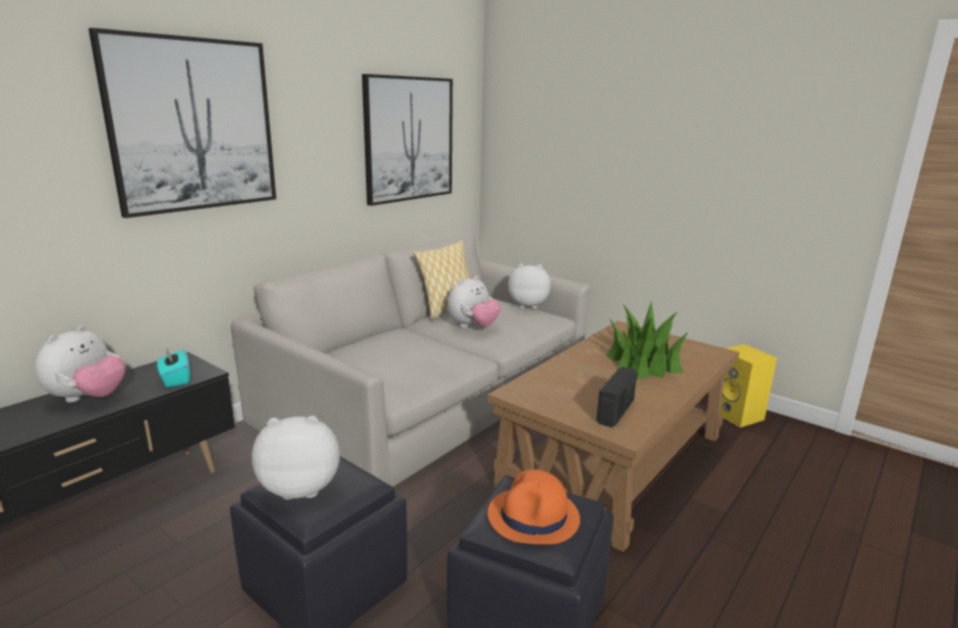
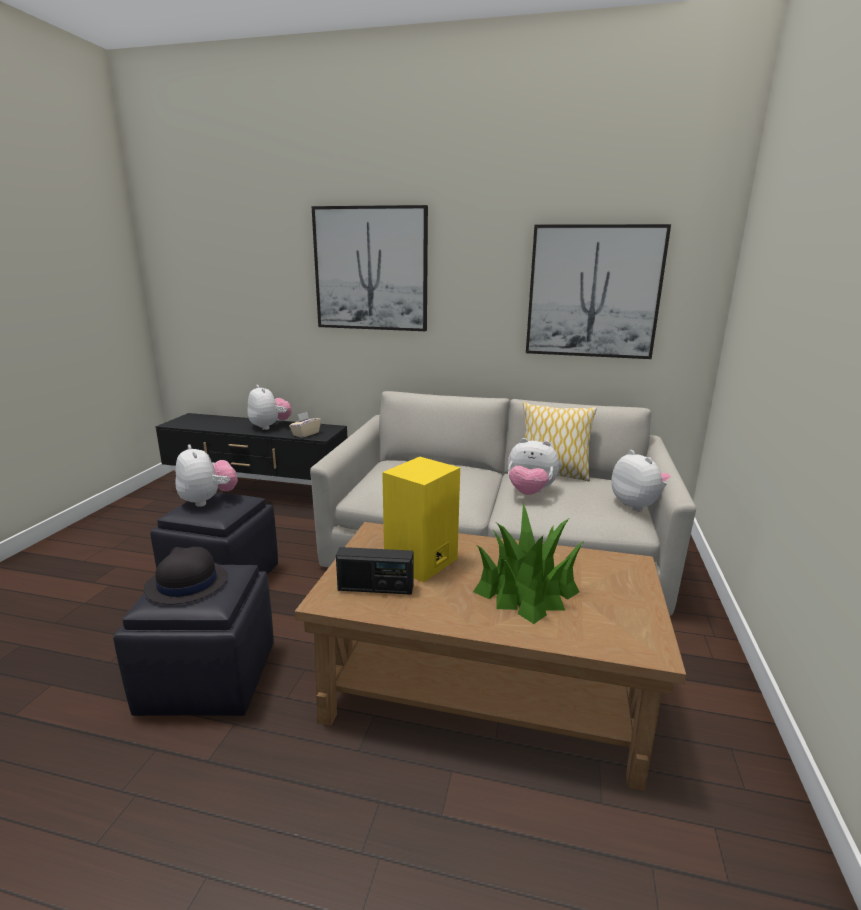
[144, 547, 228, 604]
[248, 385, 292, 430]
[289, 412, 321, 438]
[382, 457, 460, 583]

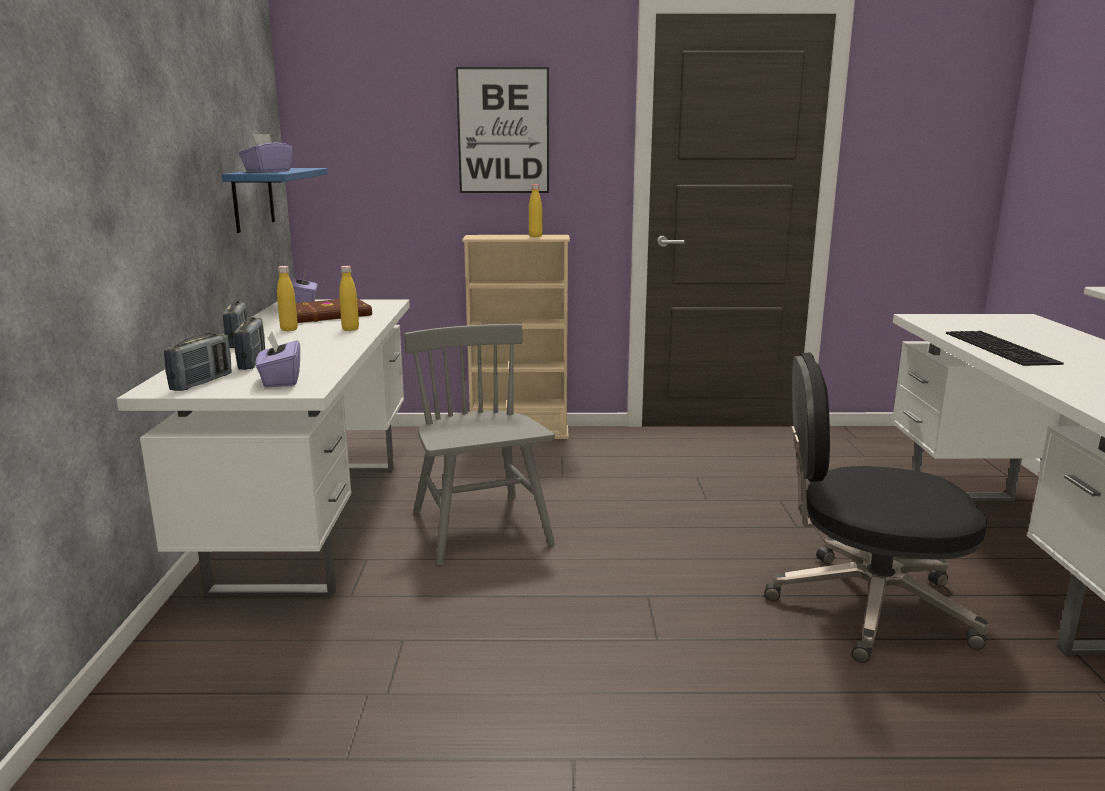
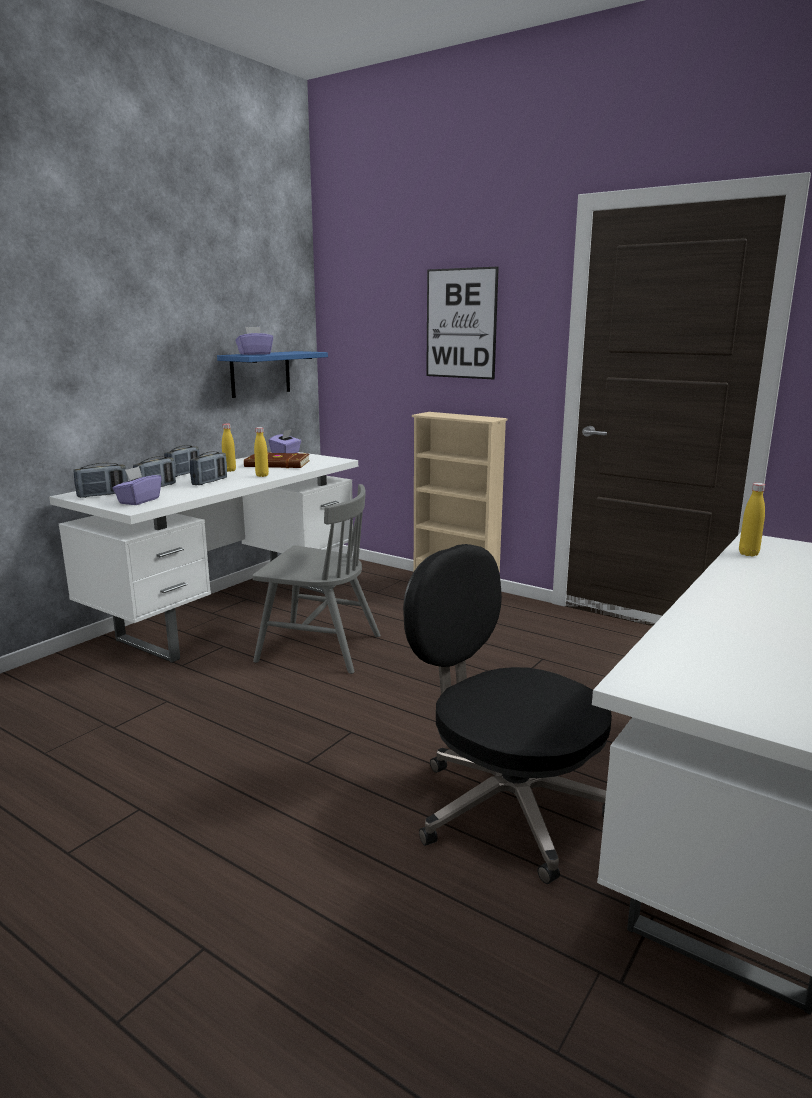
[190, 451, 227, 485]
[253, 484, 381, 674]
[739, 483, 765, 556]
[946, 331, 1064, 366] (first image)

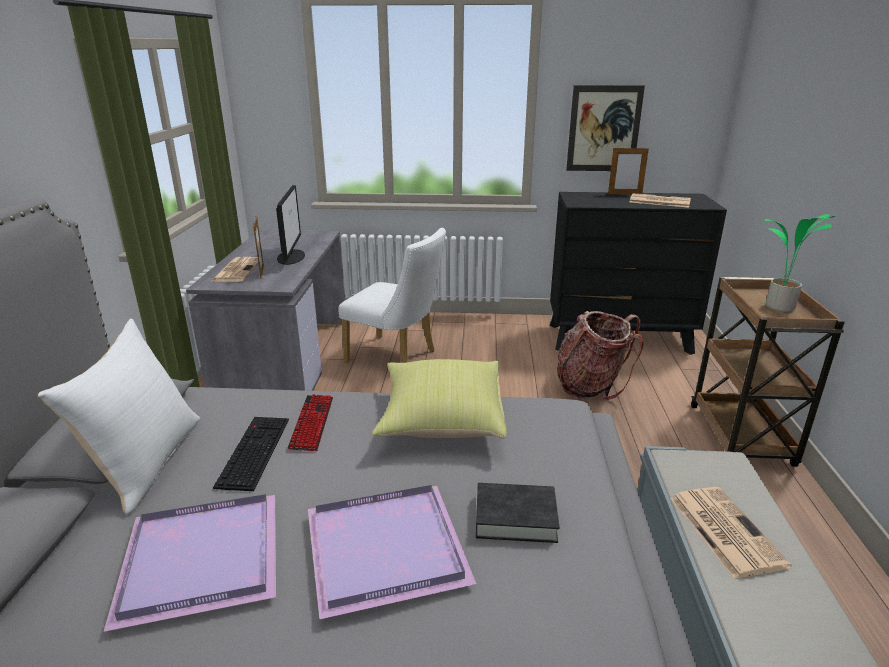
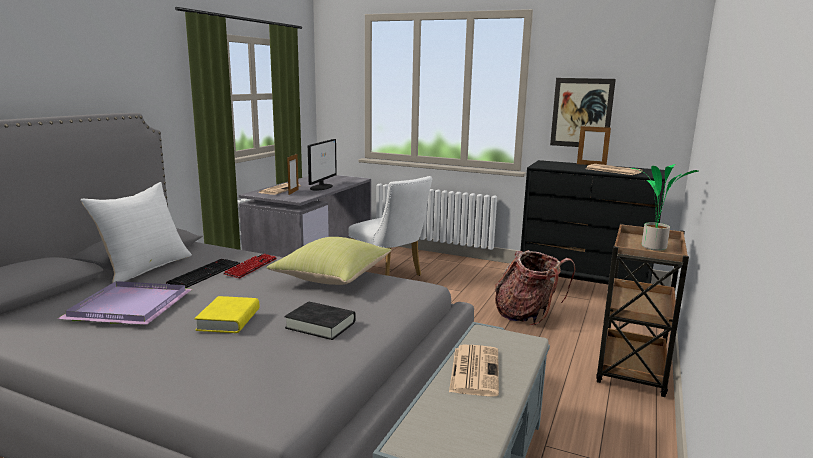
[194, 296, 259, 333]

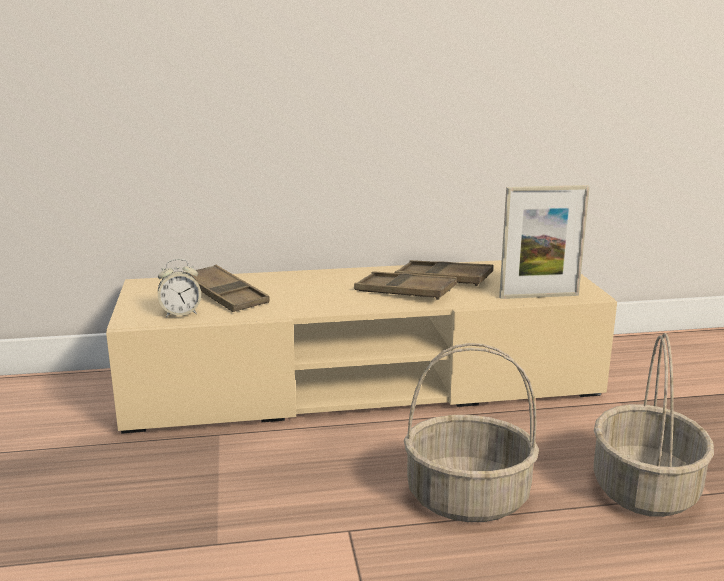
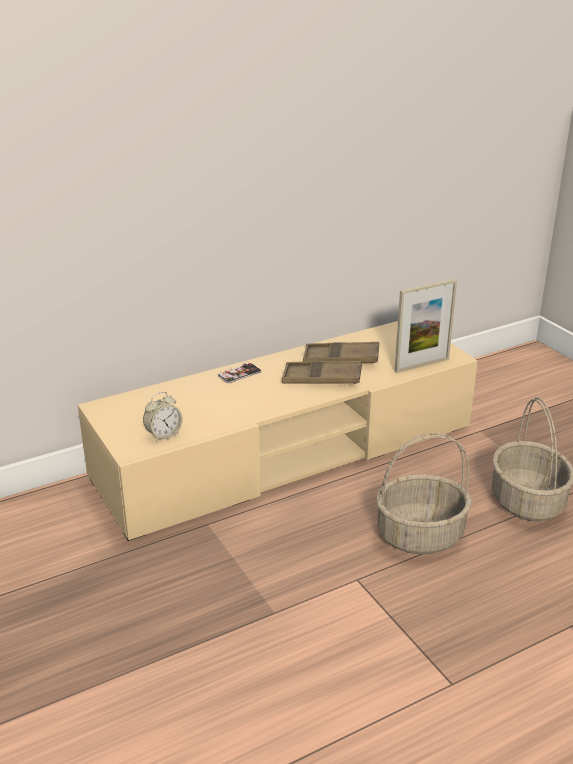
[218, 363, 262, 383]
[185, 265, 269, 312] (first image)

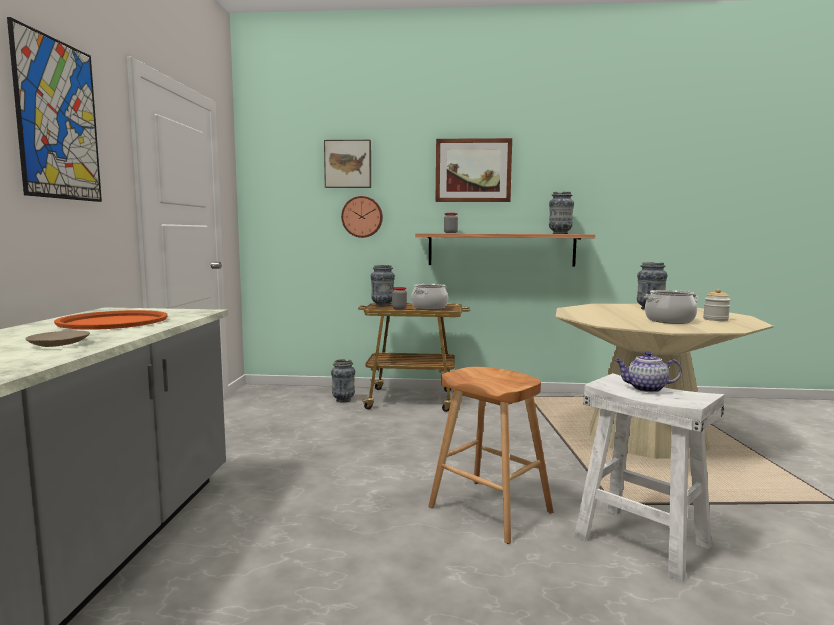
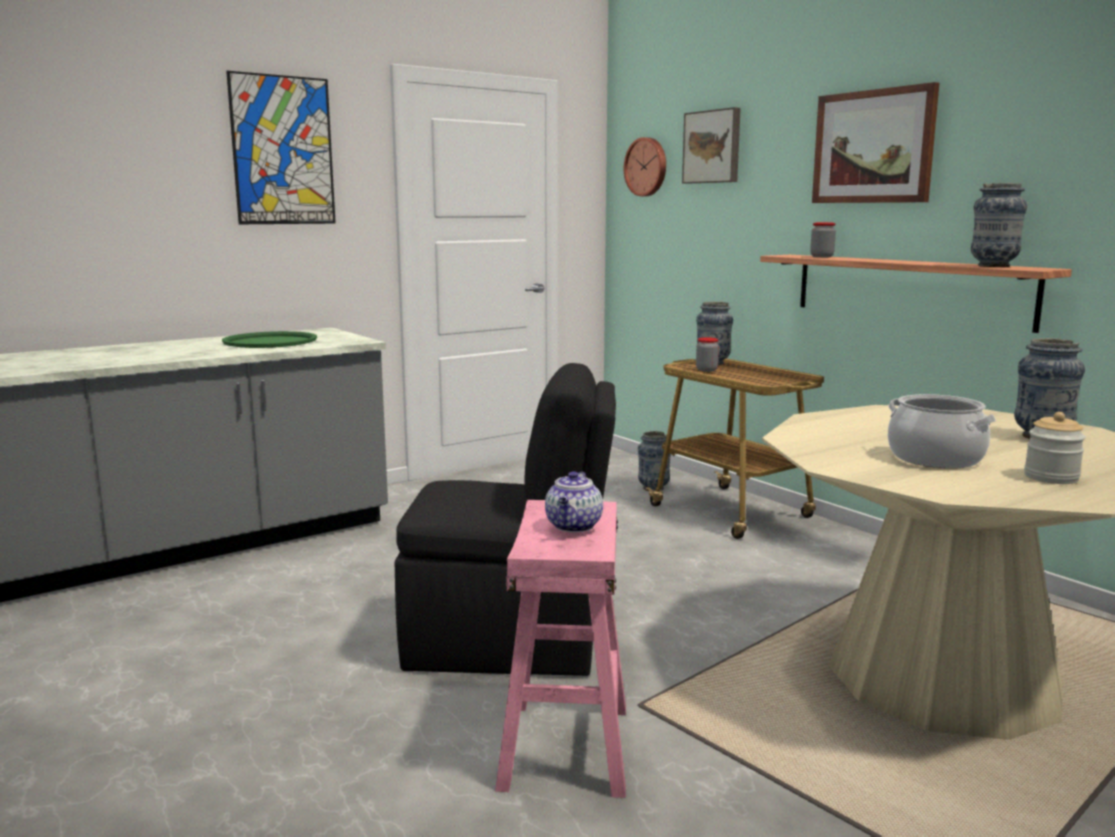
[222, 331, 317, 348]
[395, 363, 616, 676]
[495, 500, 626, 798]
[545, 471, 603, 532]
[624, 137, 666, 196]
[25, 331, 90, 347] (first image)
[411, 284, 448, 310] (first image)

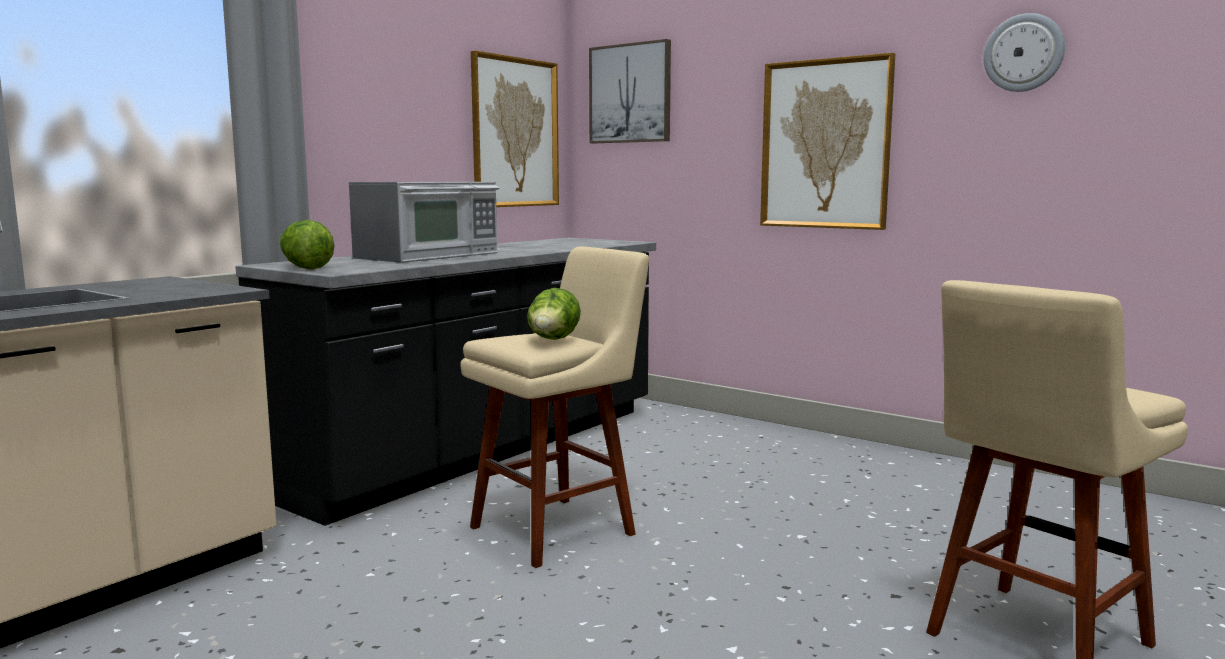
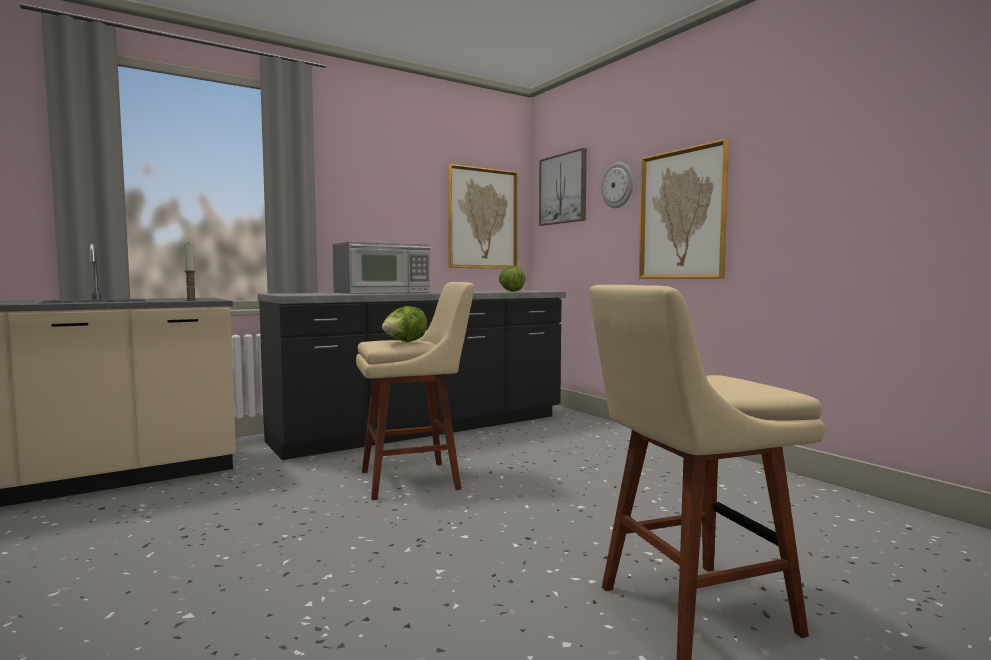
[184, 244, 197, 301]
[499, 266, 525, 292]
[601, 162, 633, 208]

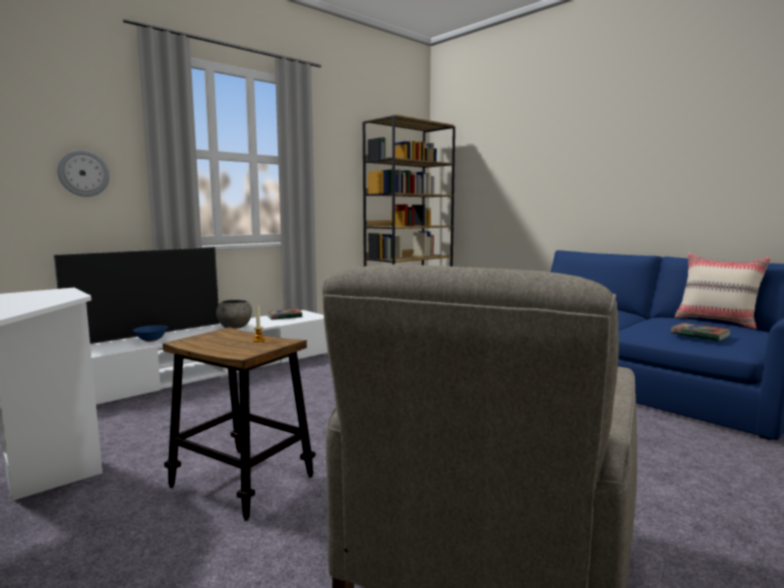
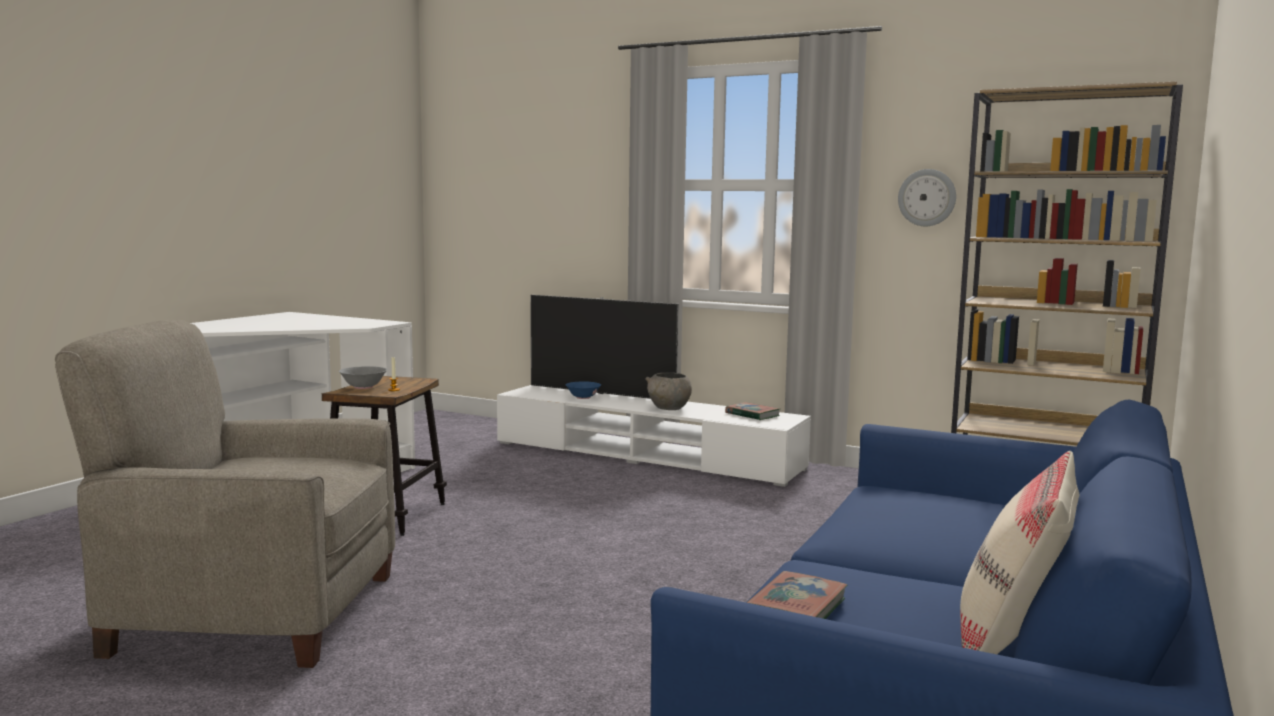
[338, 366, 387, 389]
[898, 169, 956, 226]

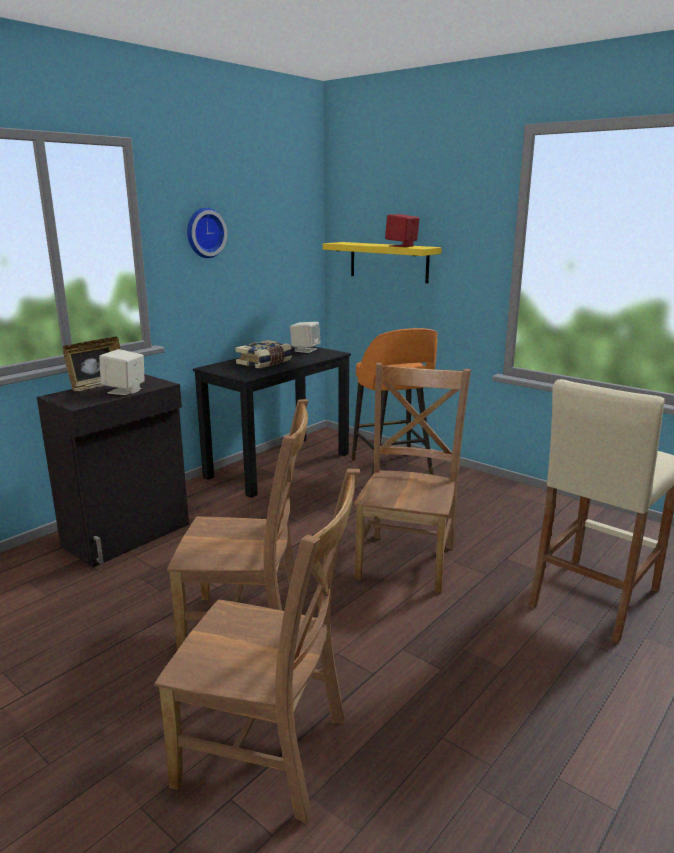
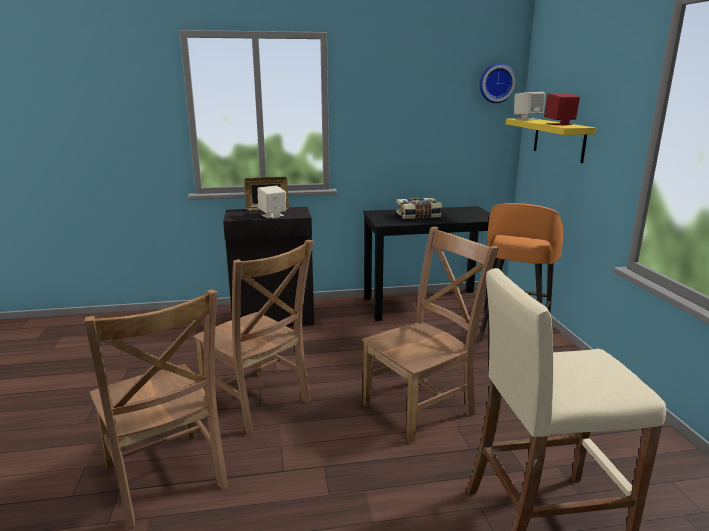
[479, 63, 516, 103]
[514, 92, 545, 120]

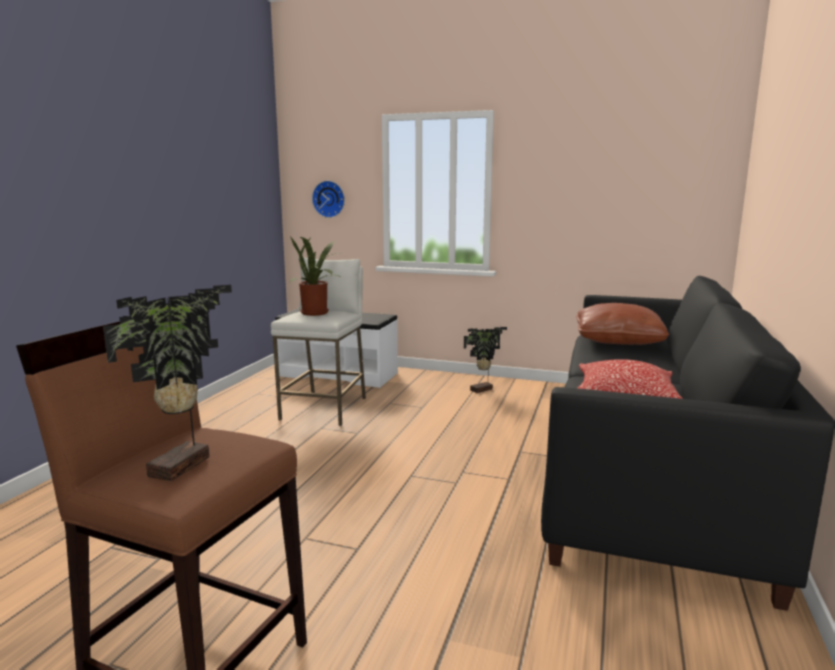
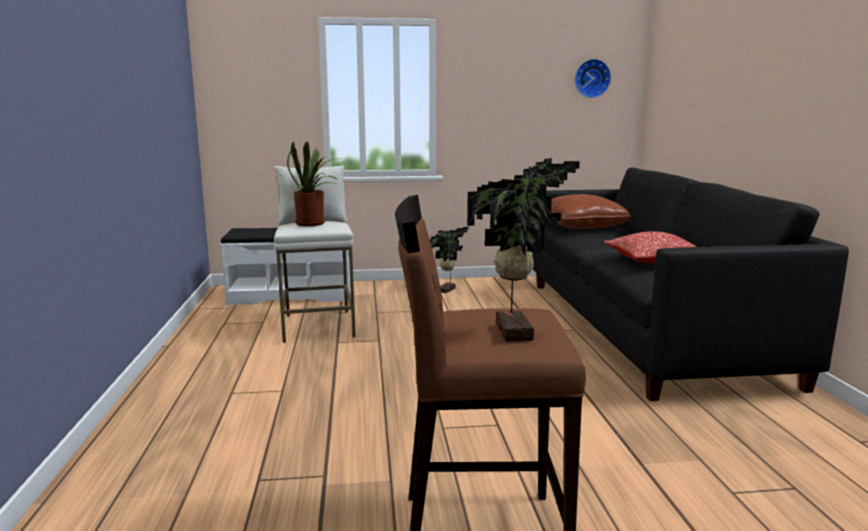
[575, 59, 611, 98]

